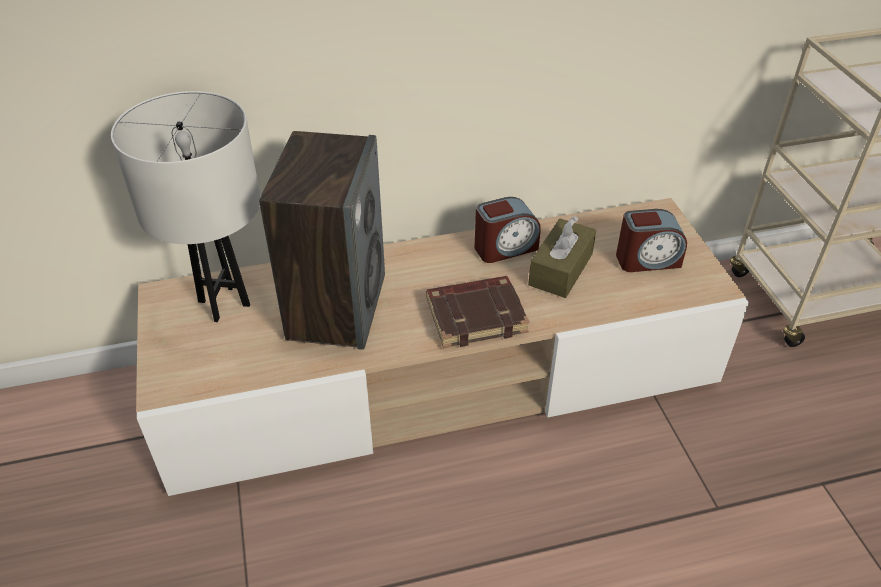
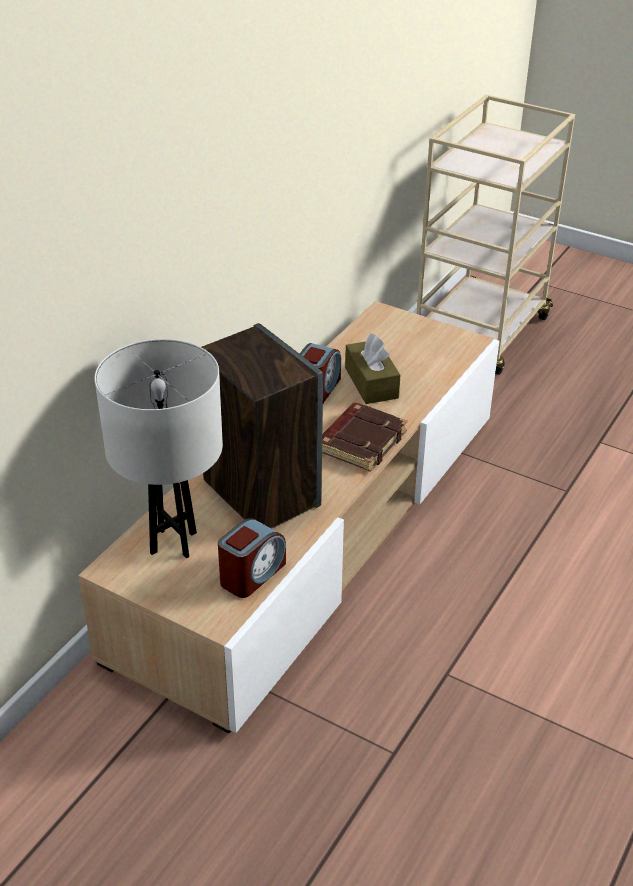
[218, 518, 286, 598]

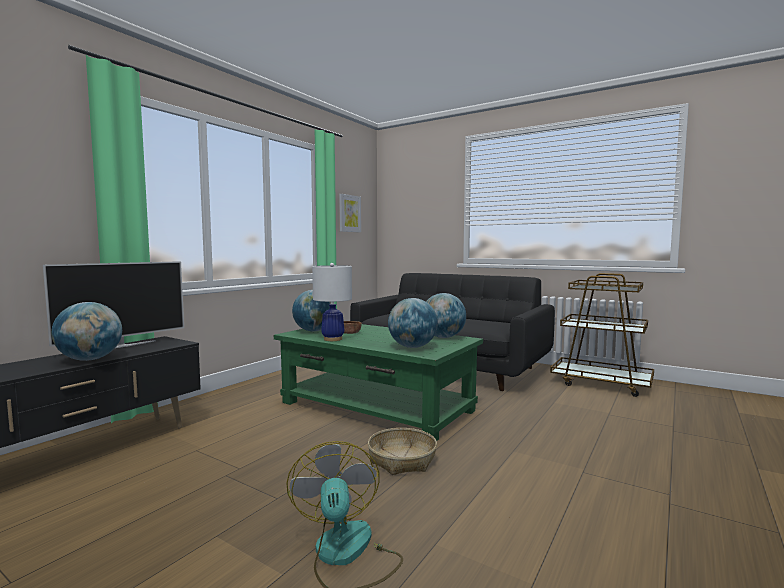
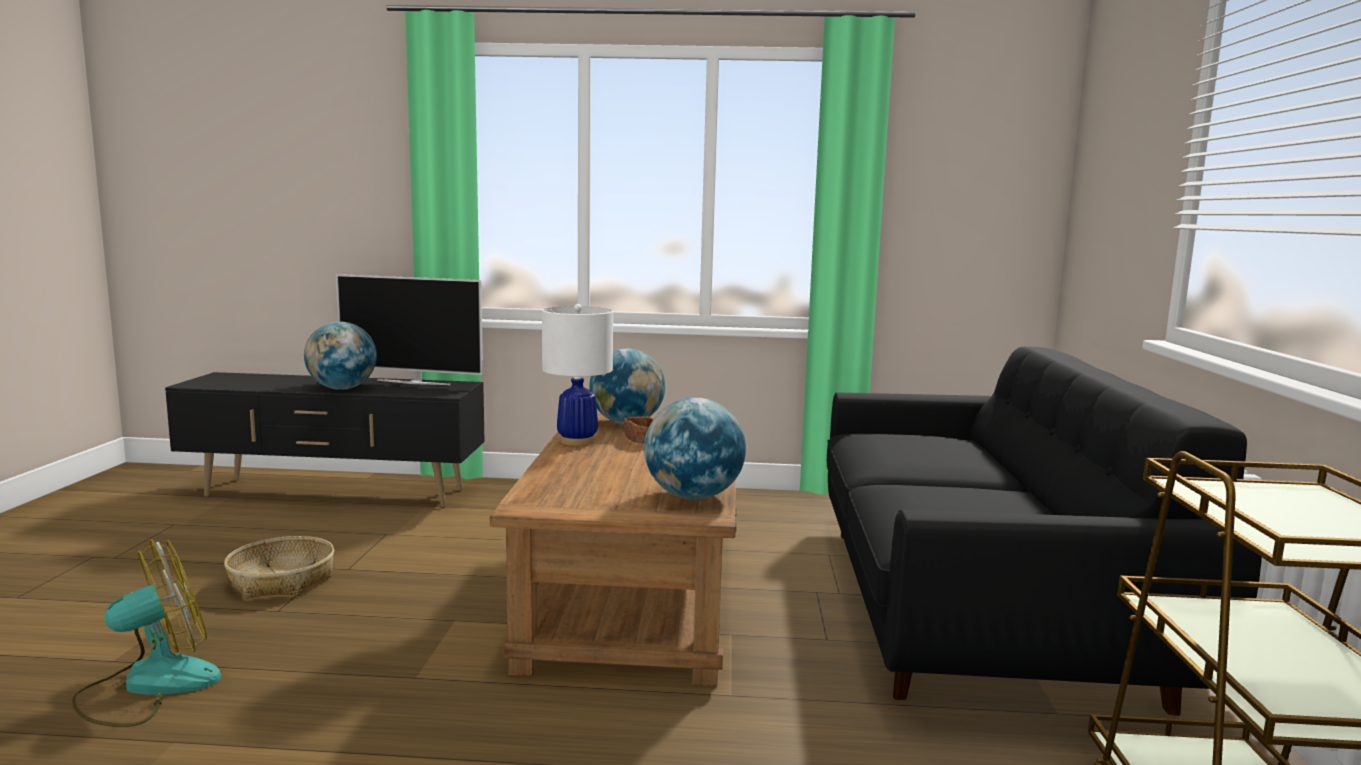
[224, 536, 335, 599]
[490, 414, 736, 686]
[339, 194, 361, 232] (first image)
[388, 298, 438, 348] (first image)

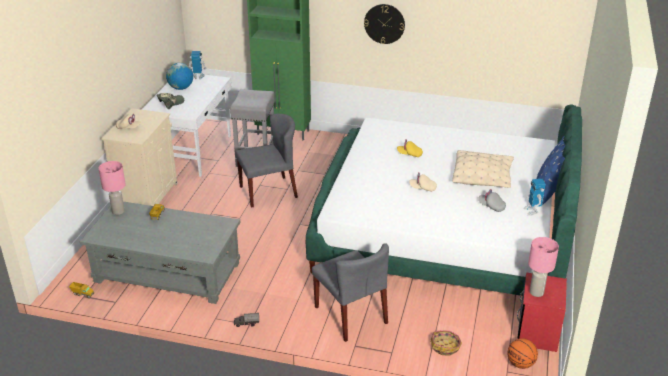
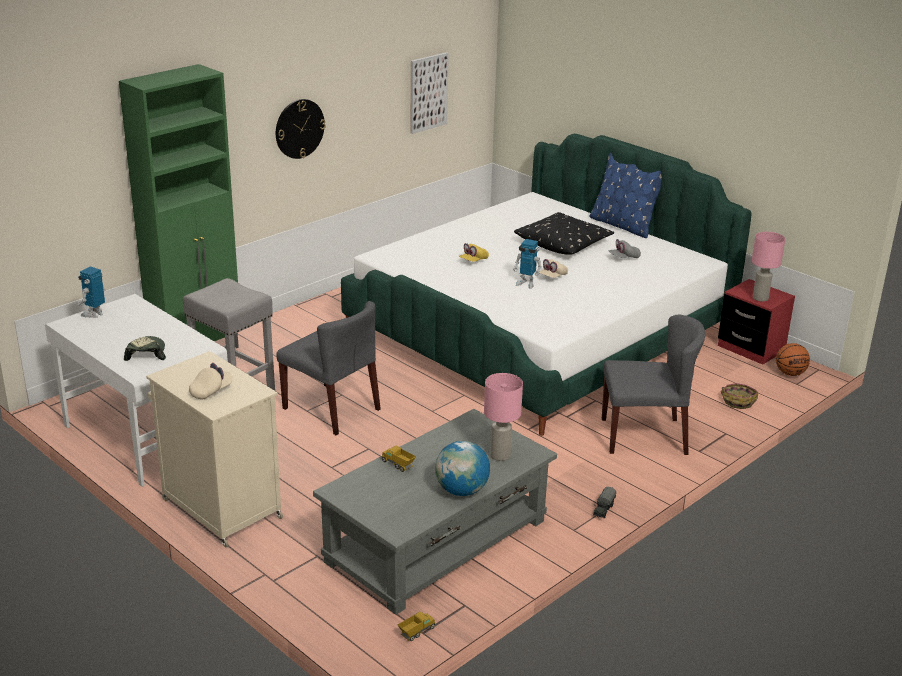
[276, 301, 381, 435]
[410, 52, 449, 134]
[435, 441, 490, 496]
[484, 373, 523, 461]
[513, 239, 542, 289]
[514, 212, 614, 255]

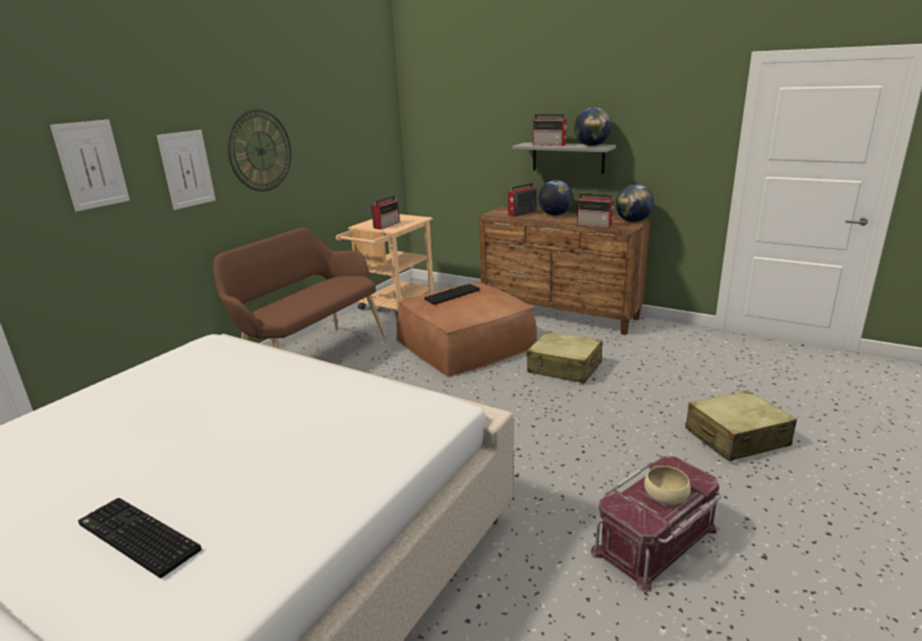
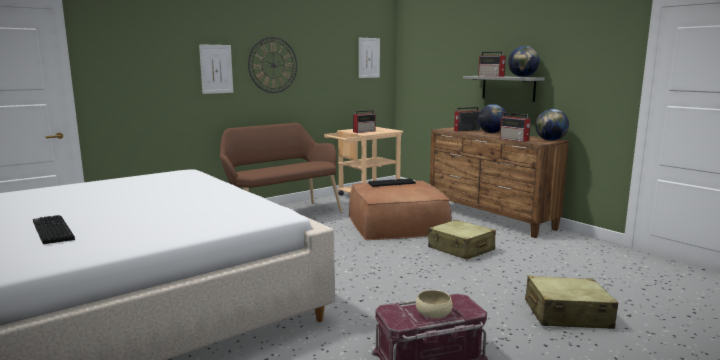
[359, 38, 380, 78]

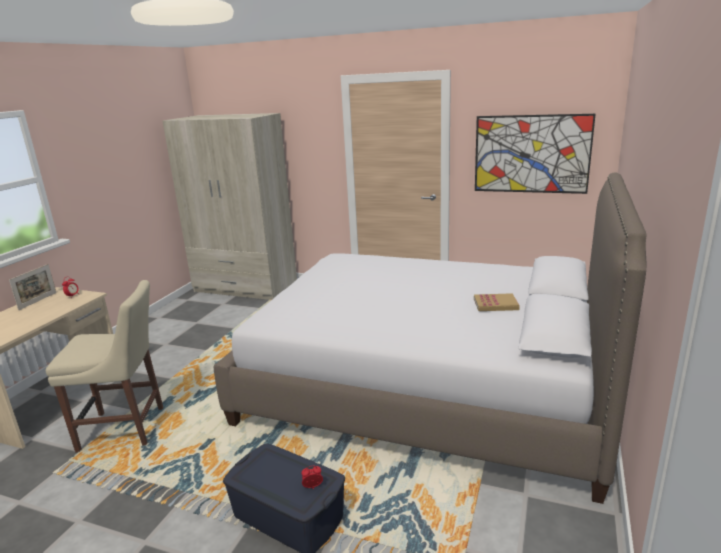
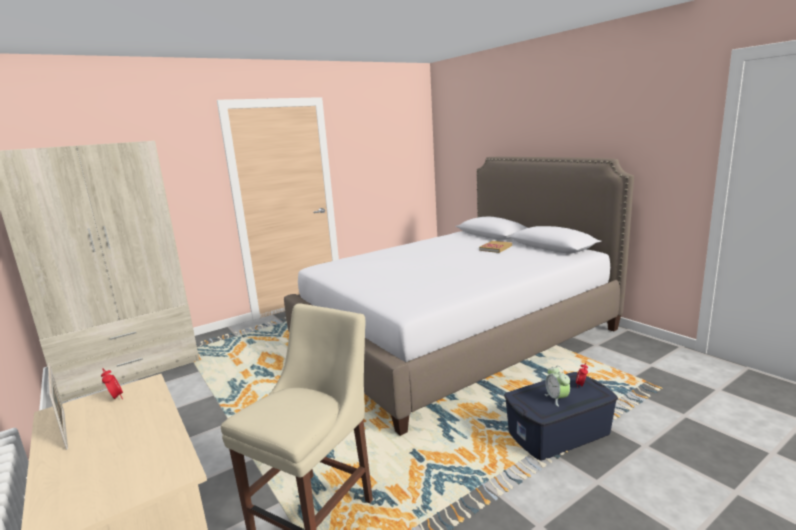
[545, 366, 570, 407]
[475, 114, 596, 194] (first image)

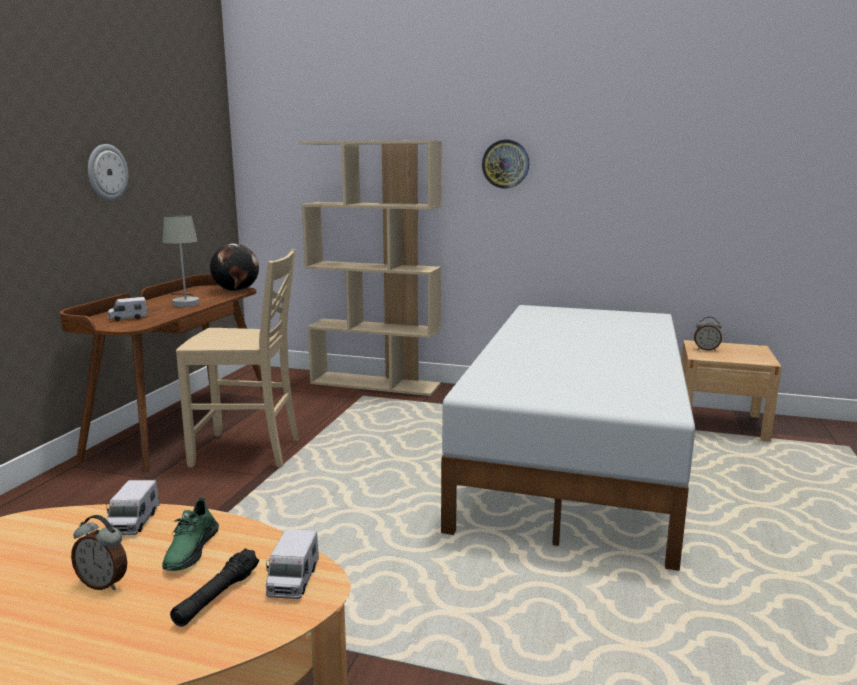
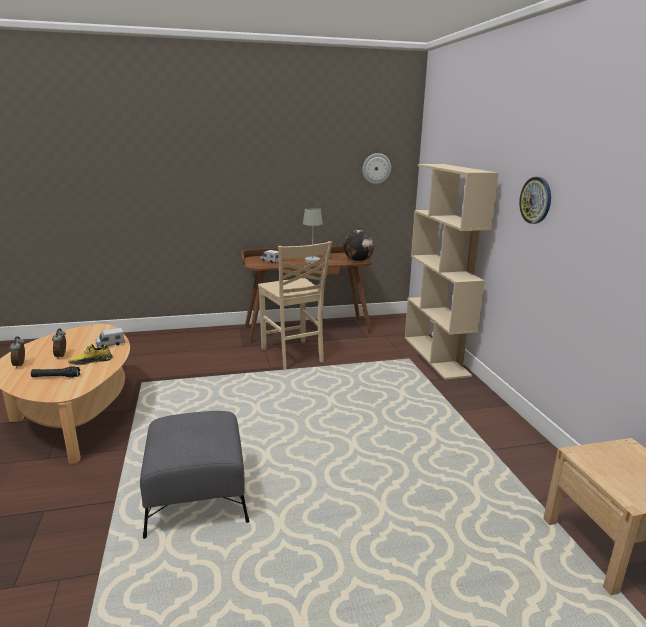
[10, 336, 25, 368]
[68, 344, 113, 365]
[140, 411, 249, 539]
[362, 153, 391, 184]
[266, 529, 319, 599] (first image)
[441, 305, 695, 571] (first image)

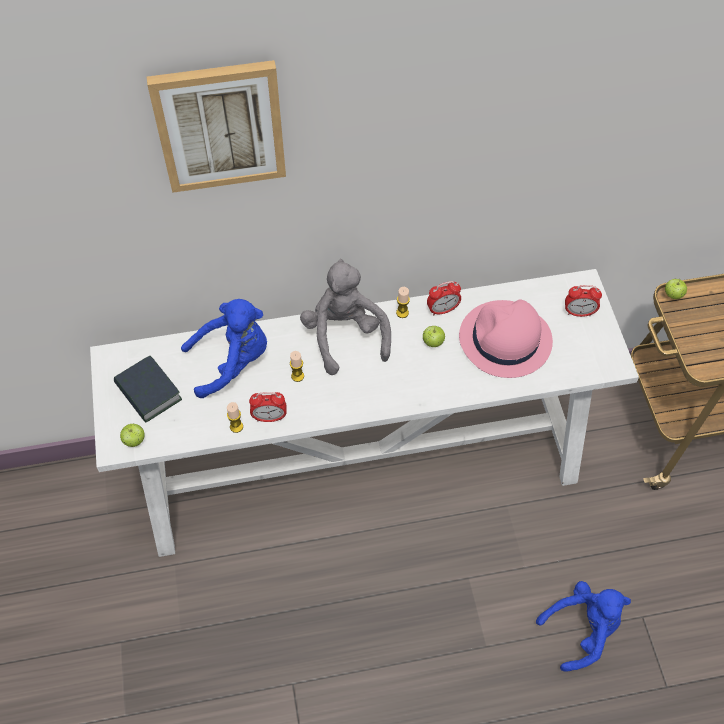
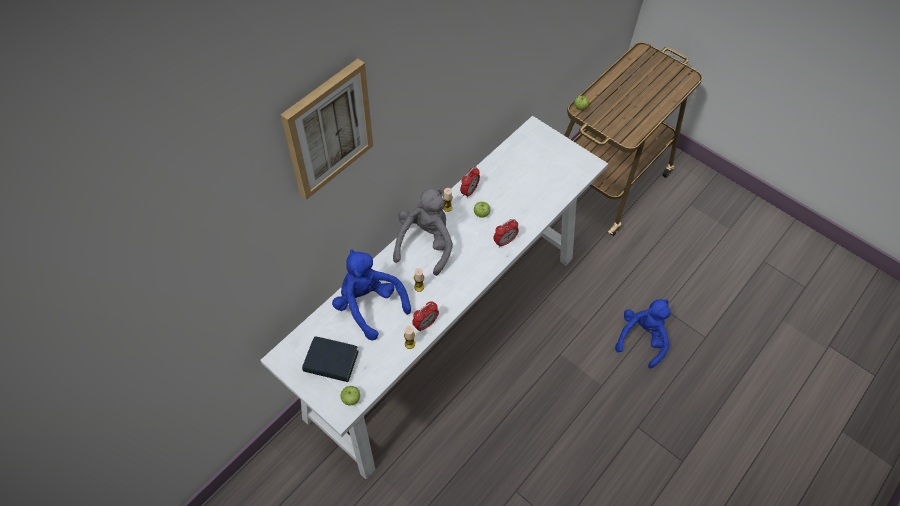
[332, 249, 411, 341]
[393, 188, 453, 276]
[493, 219, 519, 248]
[459, 300, 553, 378] (first image)

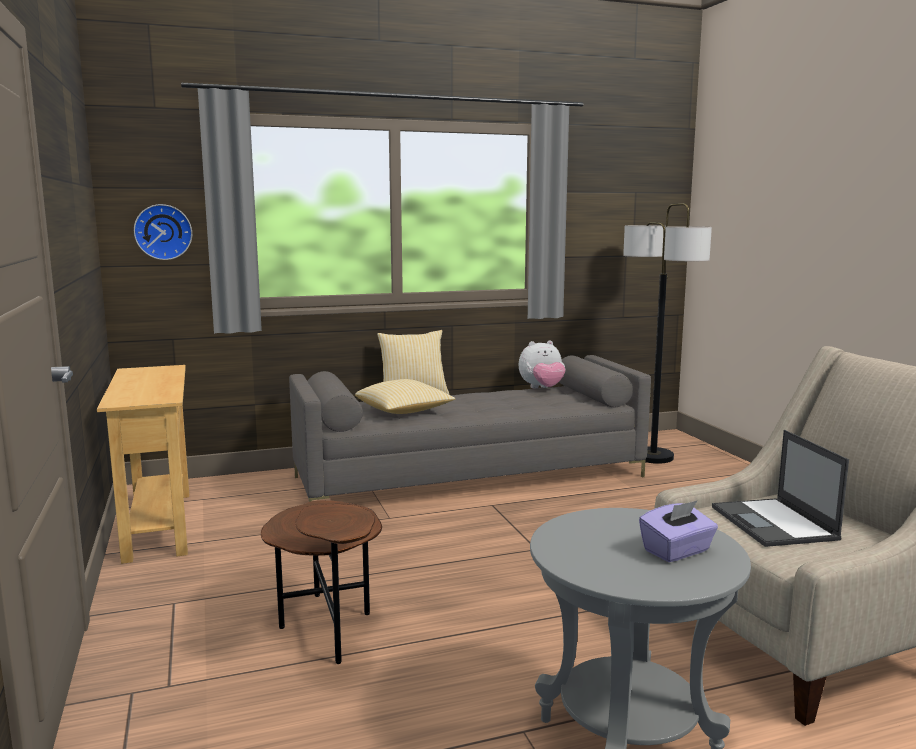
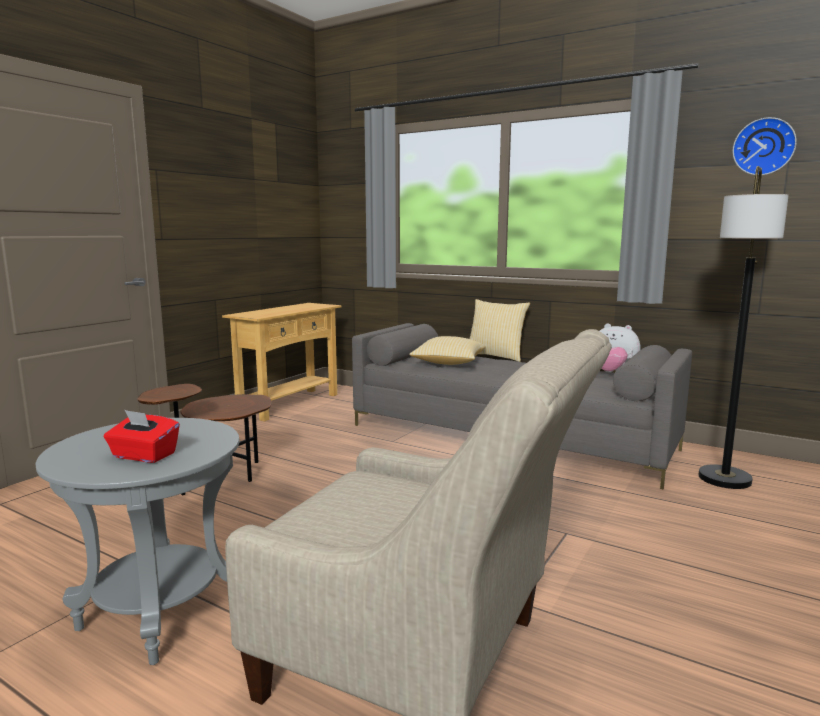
[104, 410, 180, 463]
[732, 117, 797, 175]
[712, 430, 849, 547] (first image)

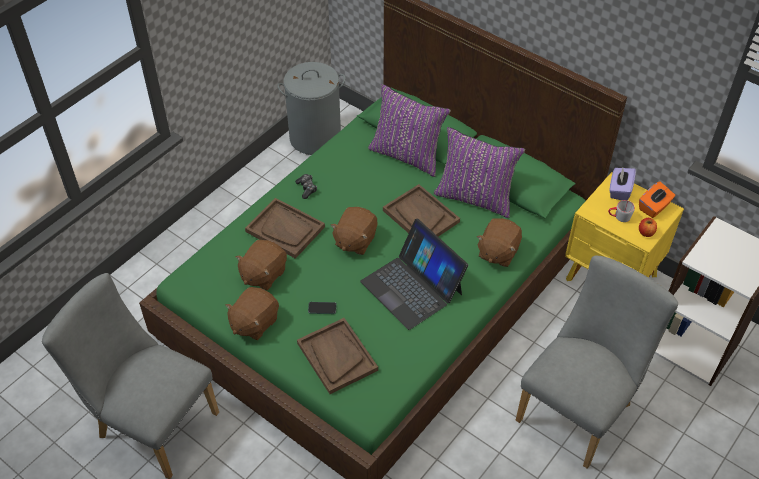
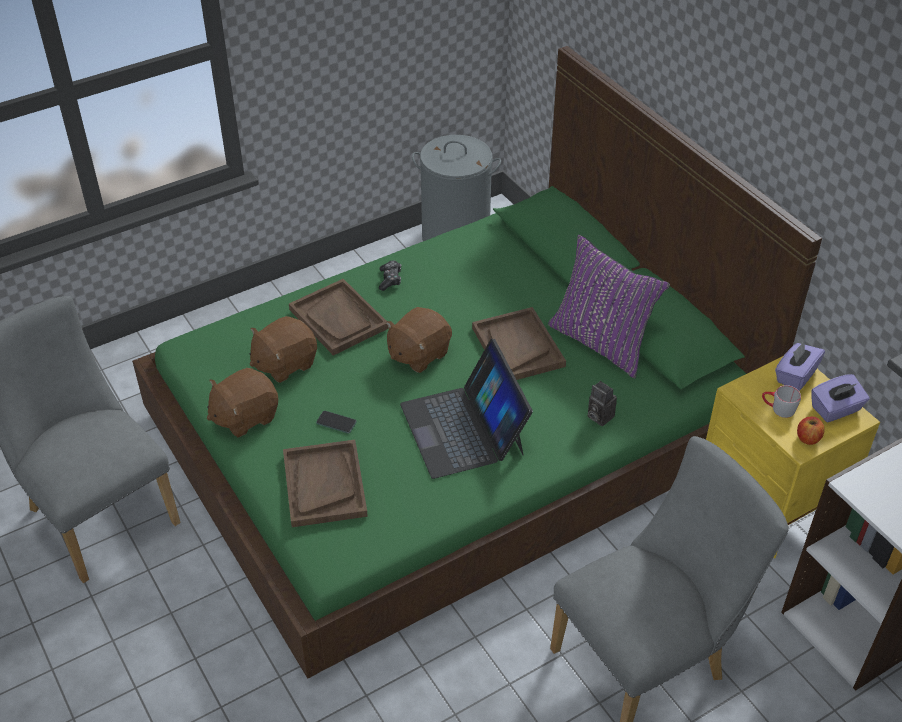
[588, 381, 617, 426]
[811, 374, 870, 422]
[368, 84, 451, 177] (first image)

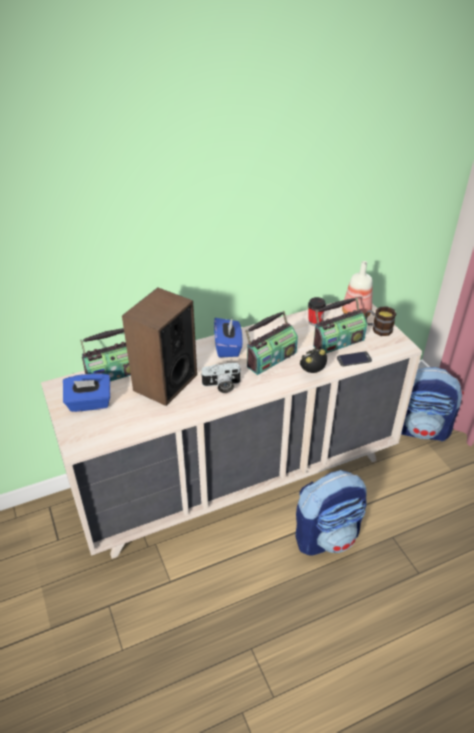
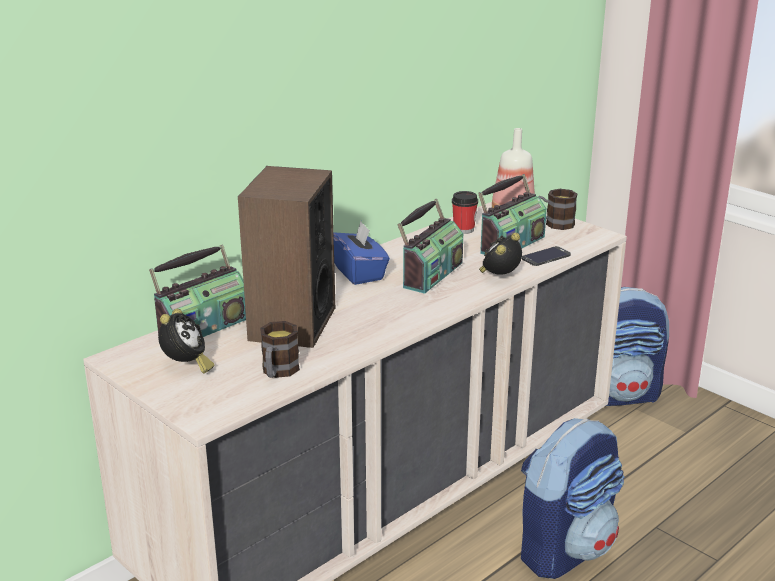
[158, 309, 214, 373]
[260, 321, 300, 378]
[200, 362, 242, 393] (first image)

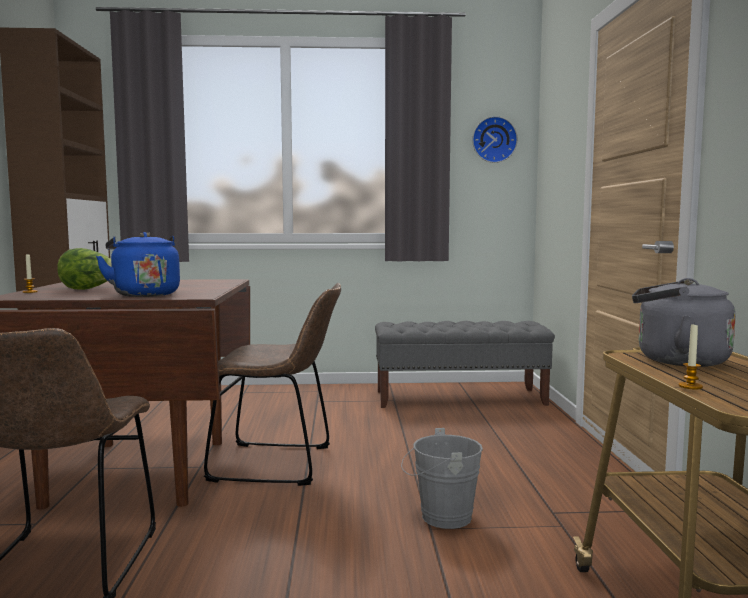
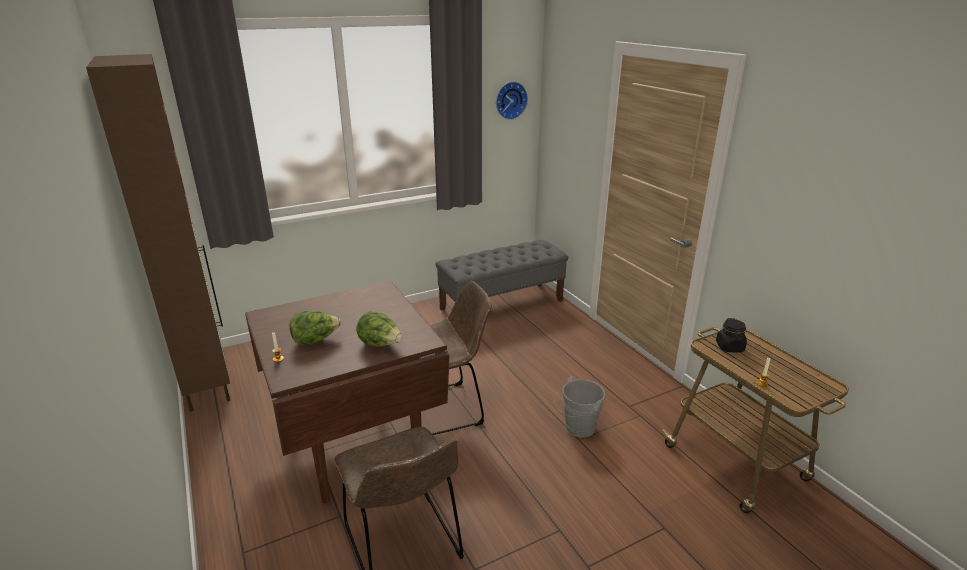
[356, 312, 403, 347]
[716, 318, 747, 352]

